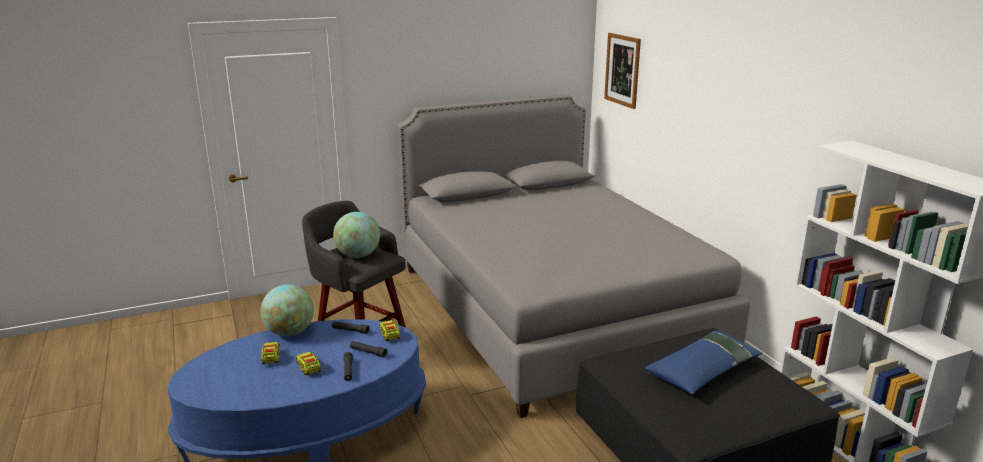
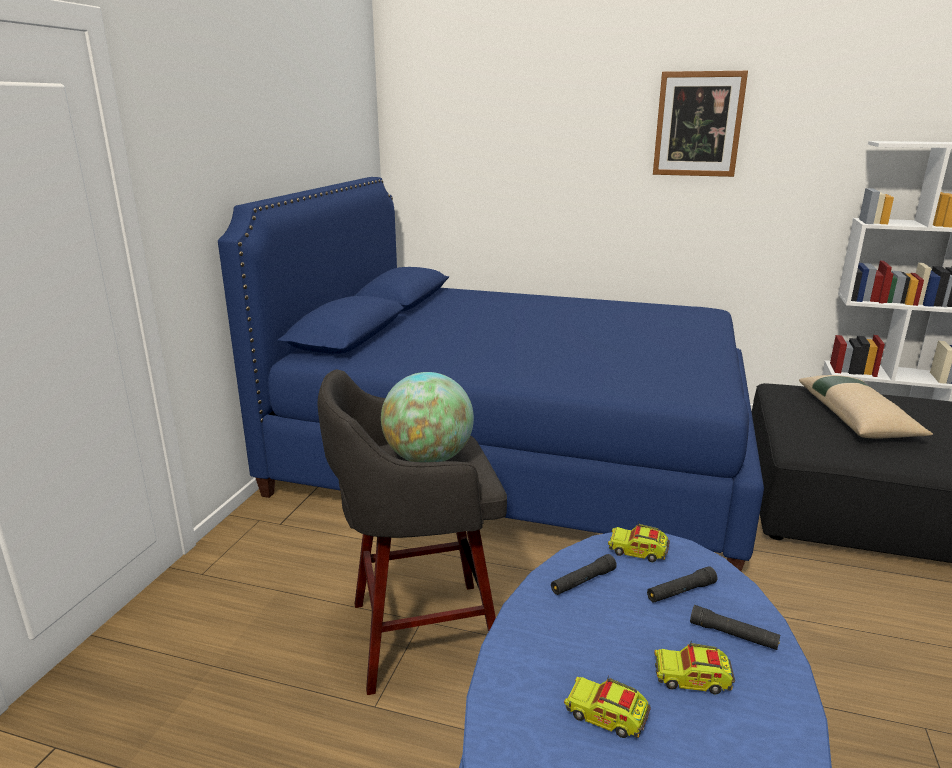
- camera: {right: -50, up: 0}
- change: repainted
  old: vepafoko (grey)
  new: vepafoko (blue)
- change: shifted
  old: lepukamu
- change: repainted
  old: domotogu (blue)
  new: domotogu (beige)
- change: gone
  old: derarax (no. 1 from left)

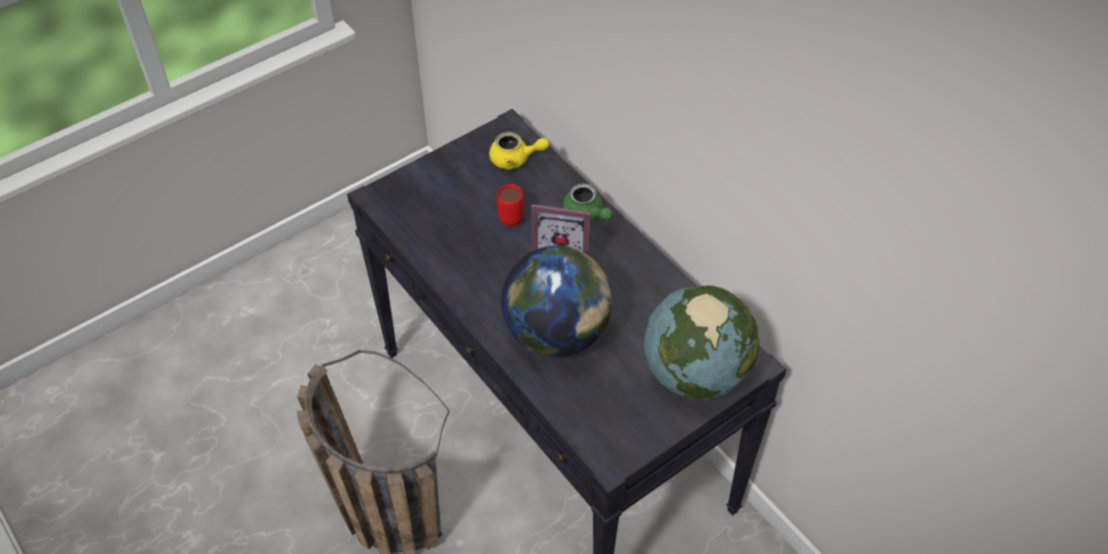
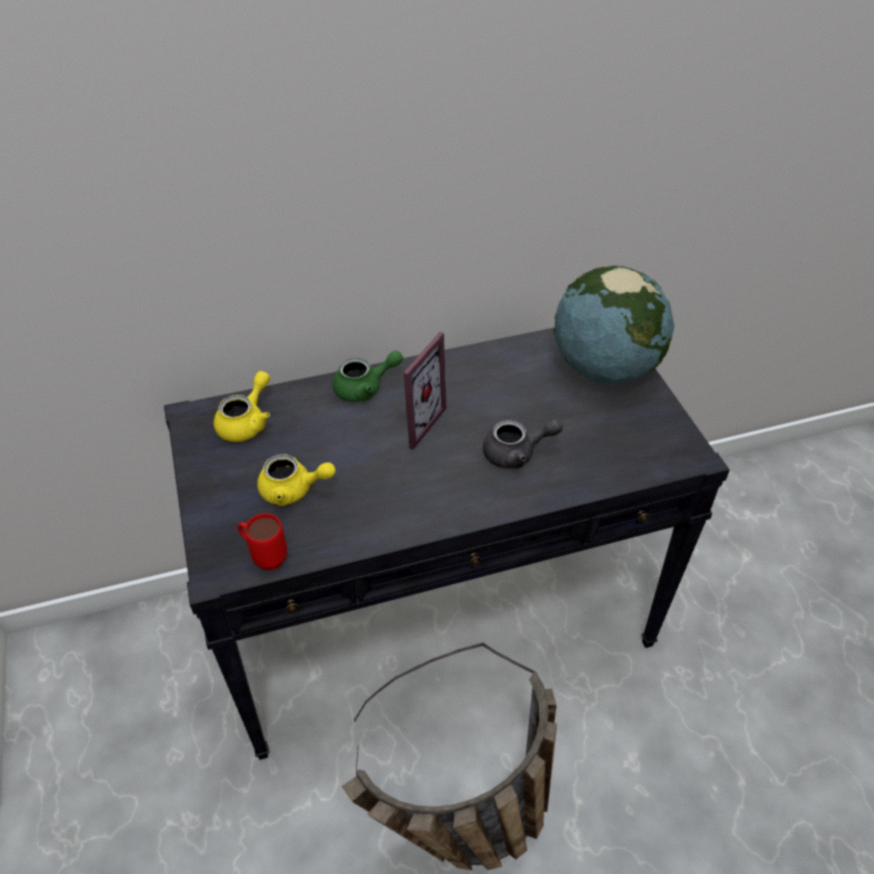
- camera: {right: -70, up: -5}
- change: shifted
  old: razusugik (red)
- change: new
  new: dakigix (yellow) (no. 2 from left)
- change: swapped
  old: derarax (no. 1 from left)
  new: dakigix (grey)

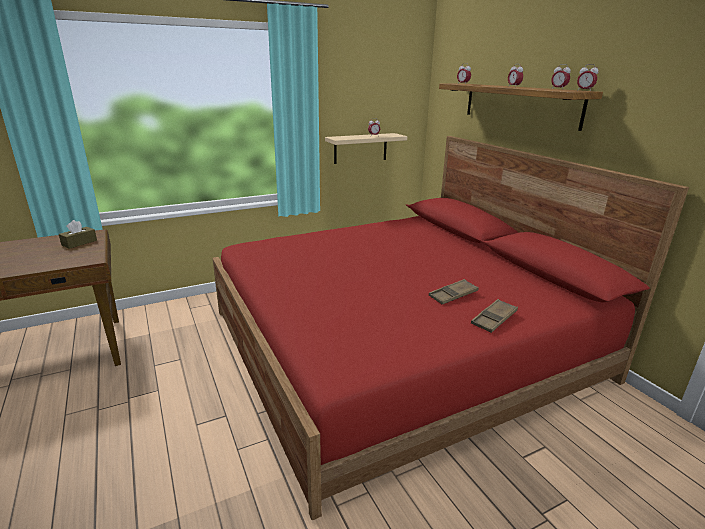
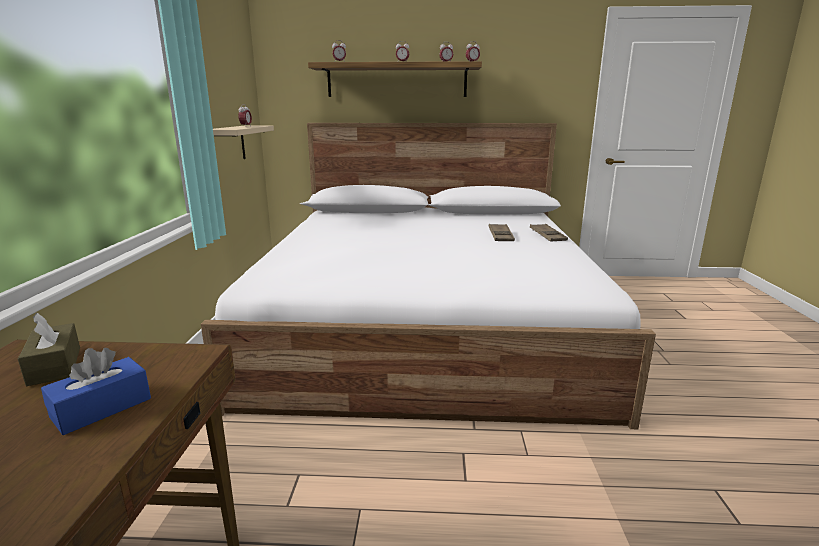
- camera: {right: -60, up: -5}
- change: new
  new: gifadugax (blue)
- change: repainted
  old: vepafoko (red)
  new: vepafoko (white)

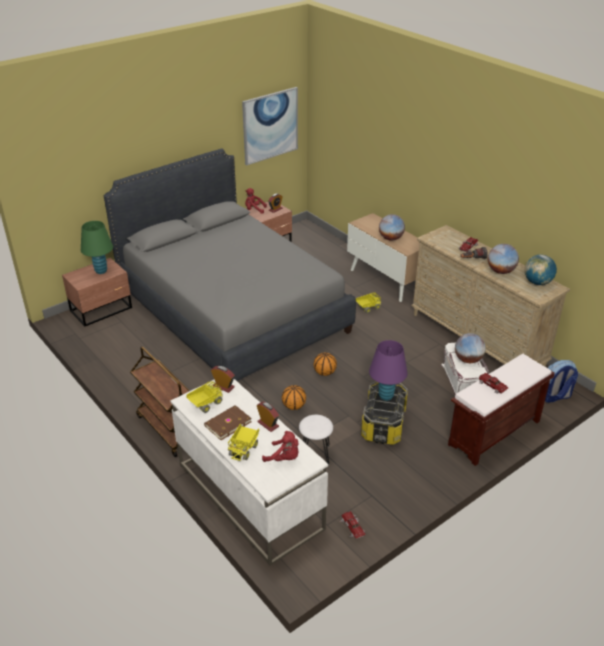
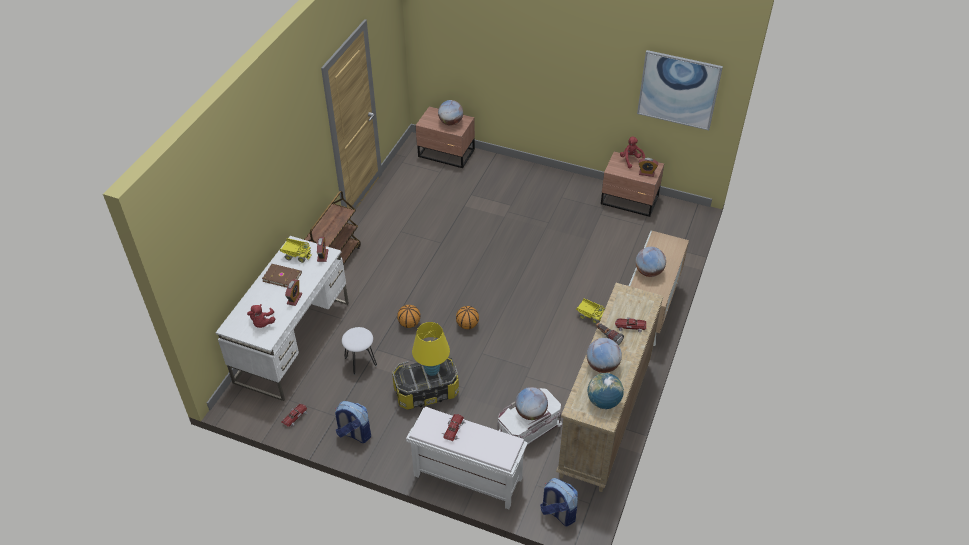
- camera: {right: 60, up: 10}
- change: new
  new: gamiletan (no. 1 from left)
- change: repainted
  old: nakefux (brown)
  new: nakefux (white)
- change: repainted
  old: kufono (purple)
  new: kufono (yellow)
- change: swapped
  old: kufono (green)
  new: derarax (no. 1 from left)
- change: gone
  old: vepafoko (grey)
- change: gone
  old: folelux (no. 2 from left)

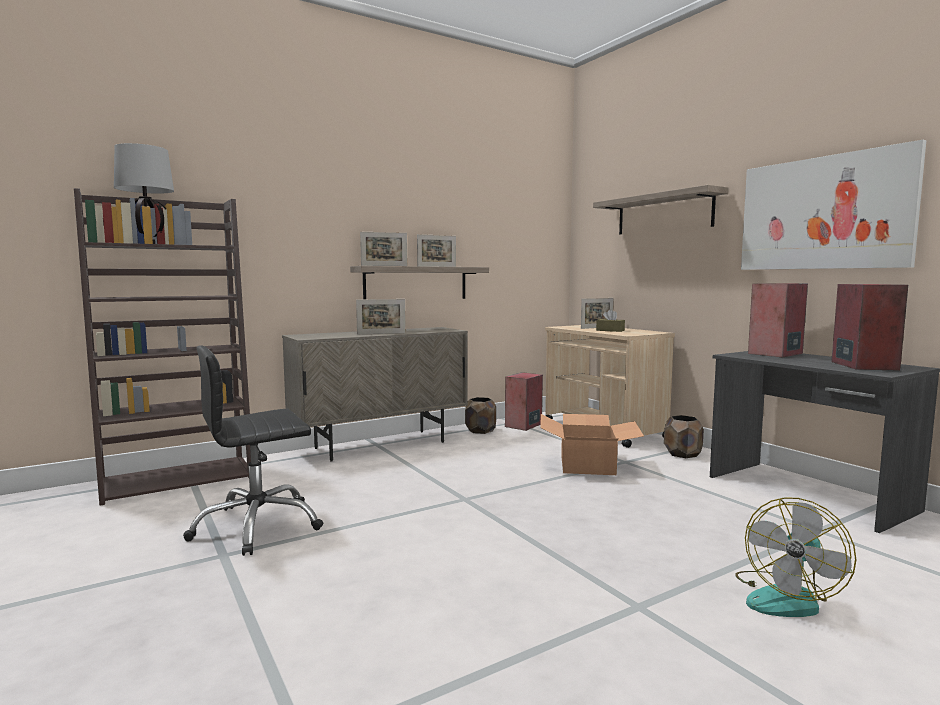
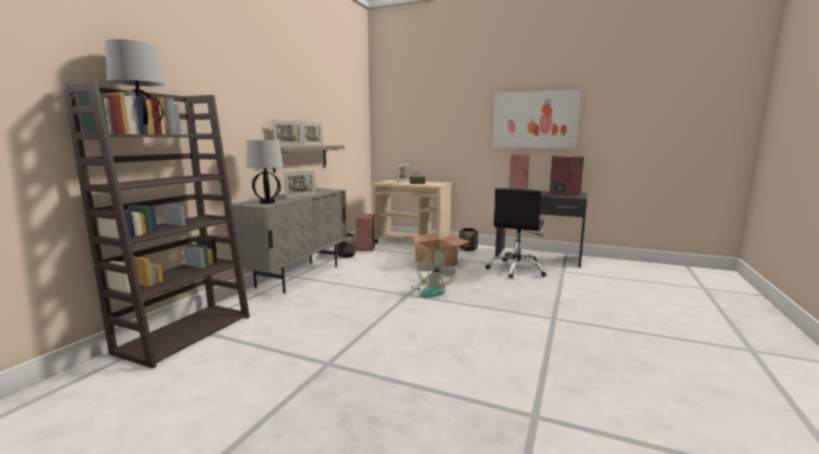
- camera: {right: -35, up: 5}
- change: new
  new: kufono (no. 2 from left)
- change: shifted
  old: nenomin
- change: shifted
  old: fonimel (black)
- change: gone
  old: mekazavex (no. 2 from left)

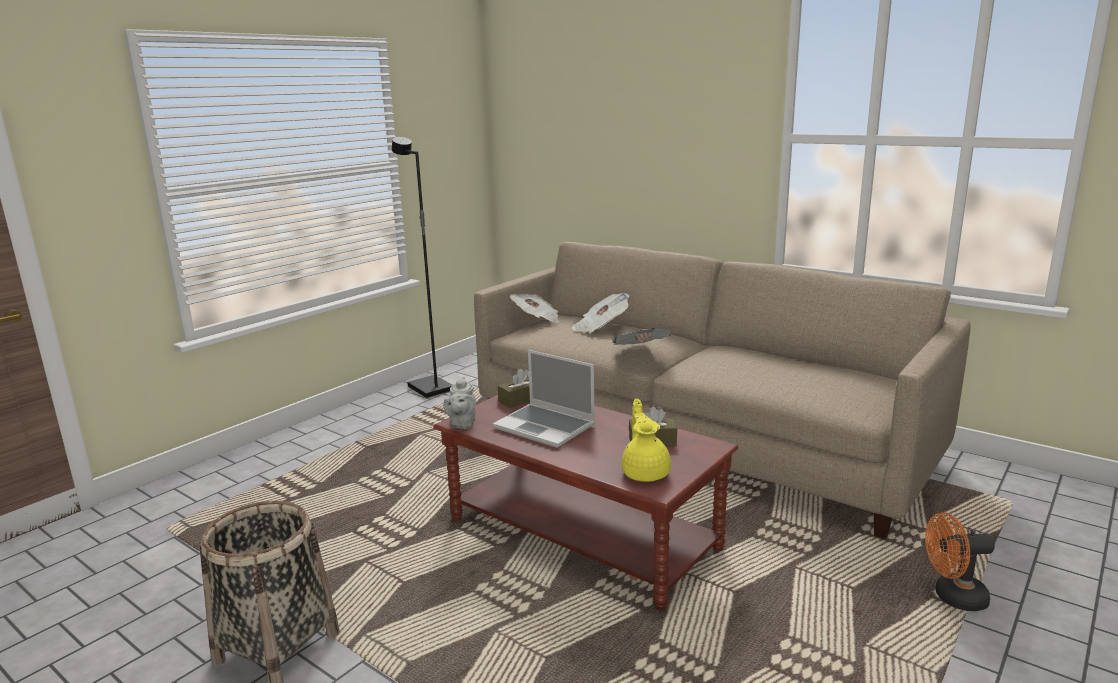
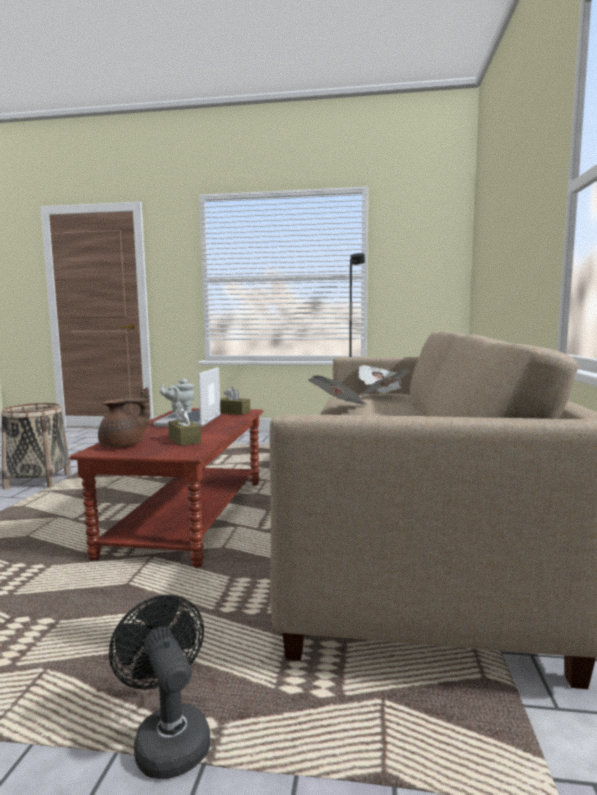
- camera: {right: 60, up: -10}
- change: repainted
  old: dakigix (yellow)
  new: dakigix (brown)
- change: repainted
  old: nenomin (orange)
  new: nenomin (black)

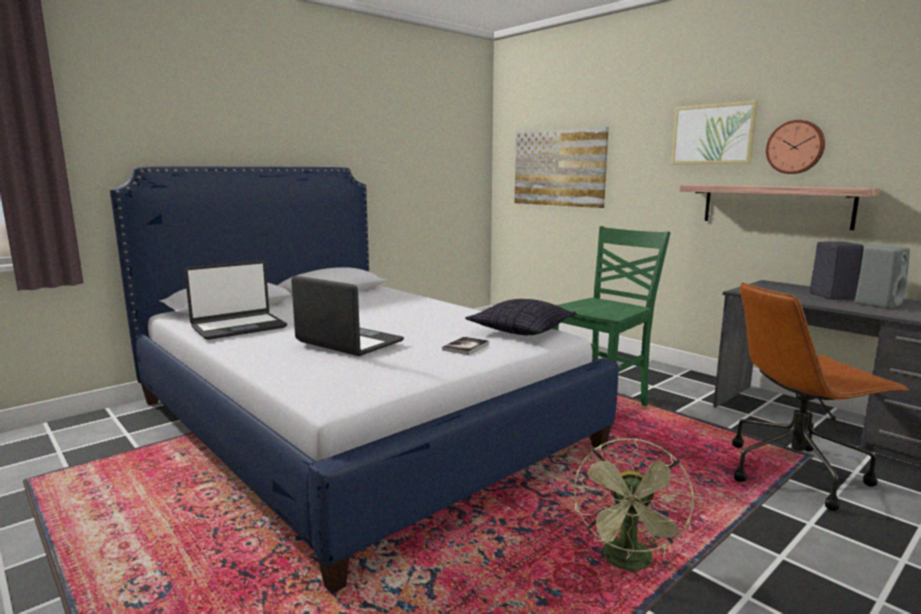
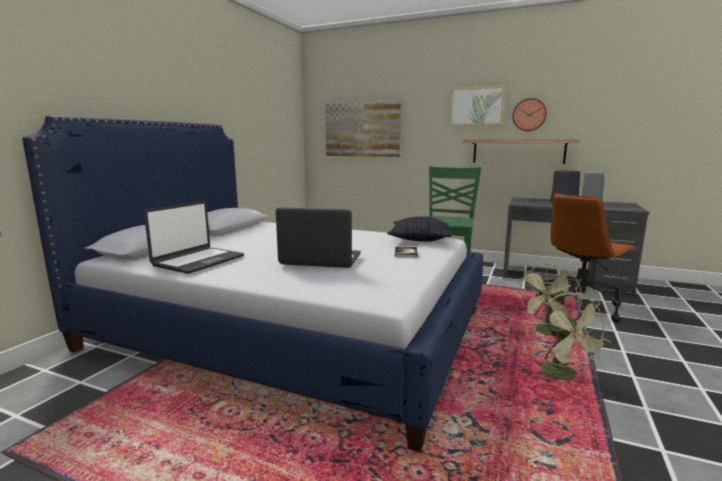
- camera: {right: -25, up: 0}
- change: new
  new: nenomin (green) (no. 1 from left)

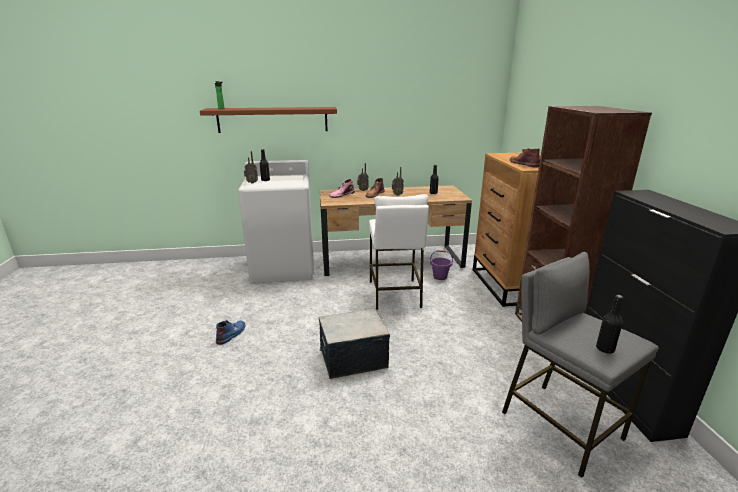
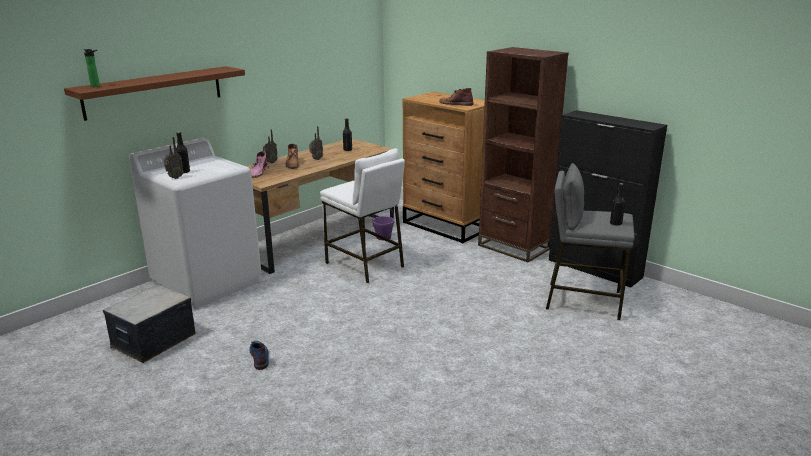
- camera: {right: -40, up: 0}
- change: shifted
  old: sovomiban

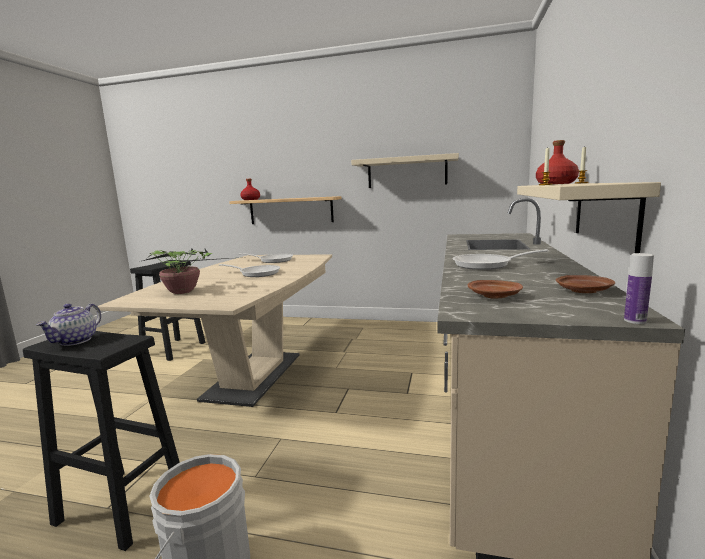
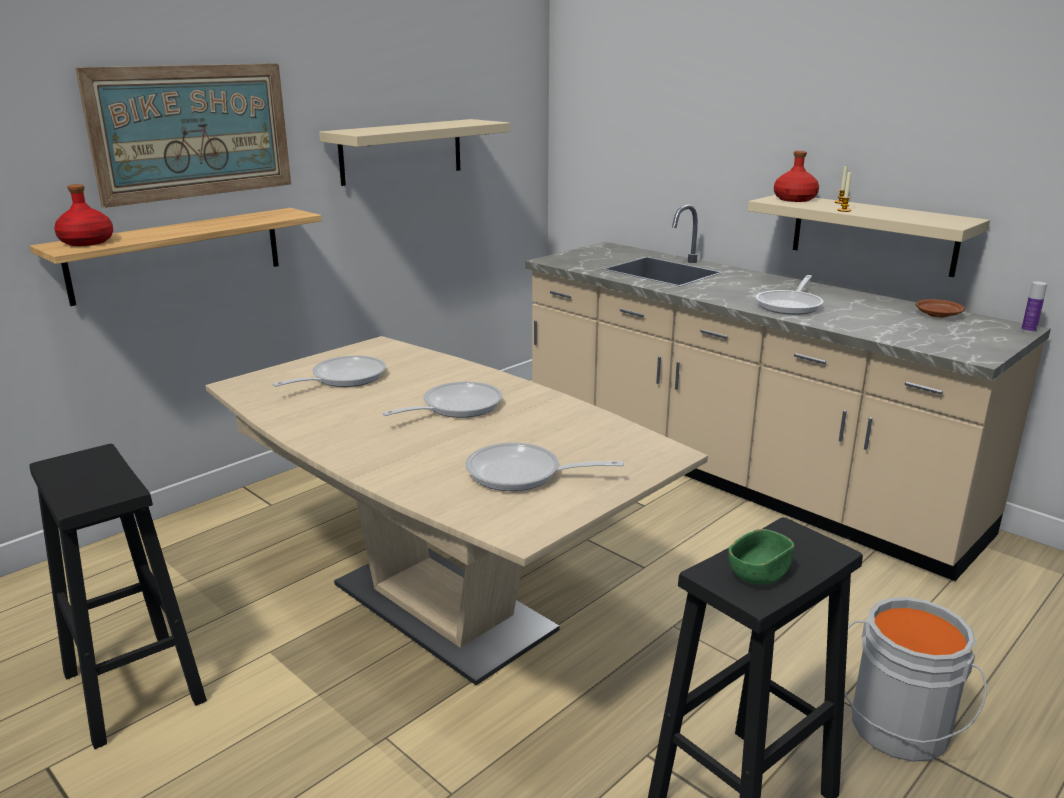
- camera: {right: -60, up: 10}
- change: new
  new: lepukamu
- change: swapped
  old: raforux
  new: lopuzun (no. 3 from left)
- change: swapped
  old: dakigix
  new: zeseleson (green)
- change: gone
  old: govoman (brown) (no. 1 from left)

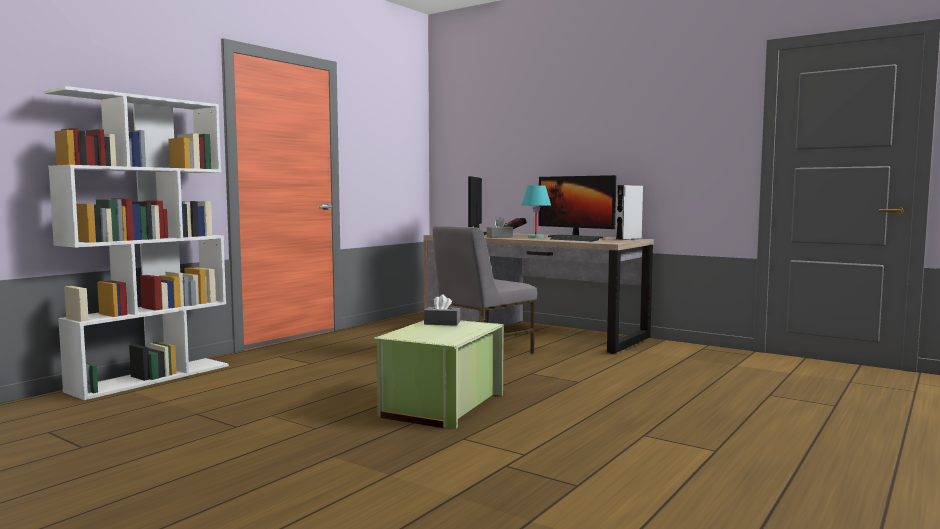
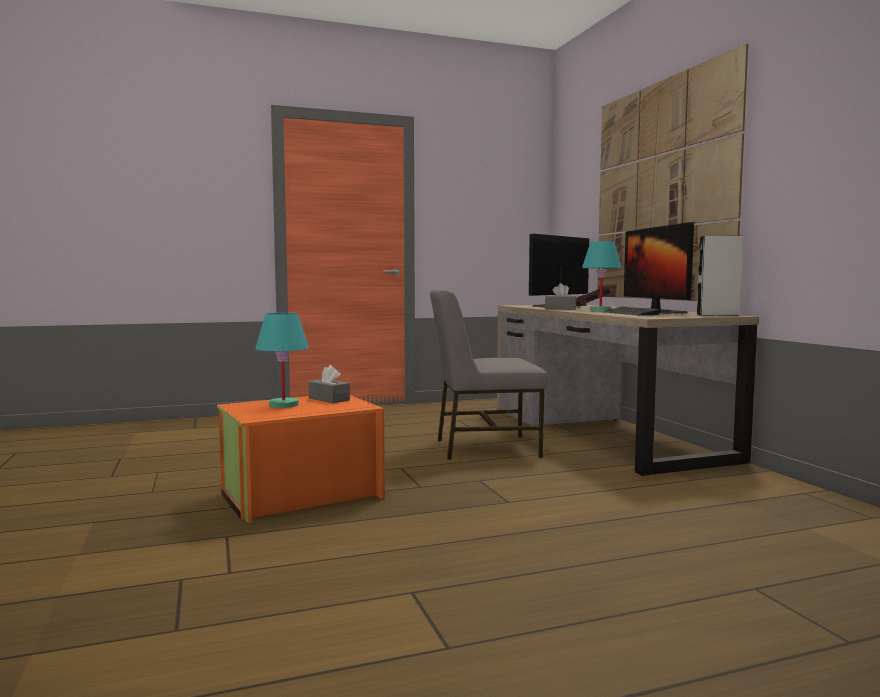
- camera: {right: 35, up: 0}
- change: repainted
  old: sovomiban (green)
  new: sovomiban (orange)
- change: new
  new: kufono (turquoise) (no. 1 from left)
- change: new
  new: lepukamu
- change: gone
  old: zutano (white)

